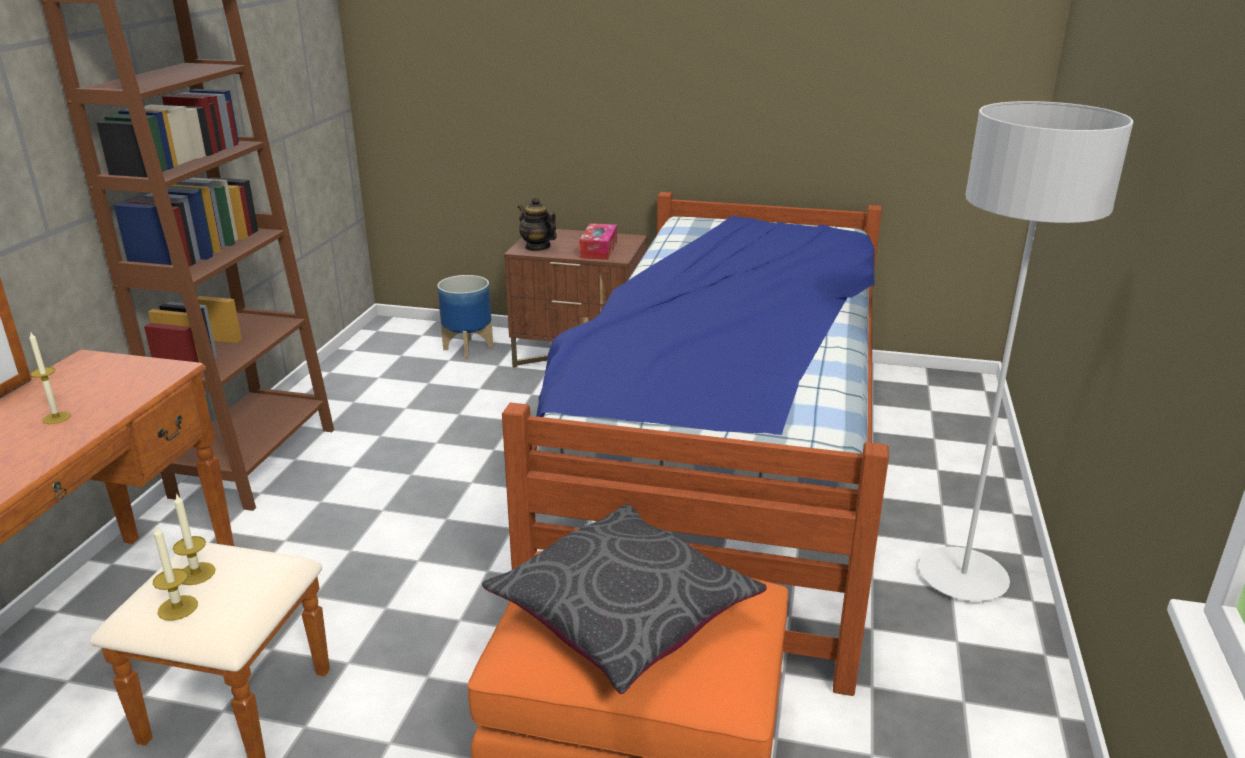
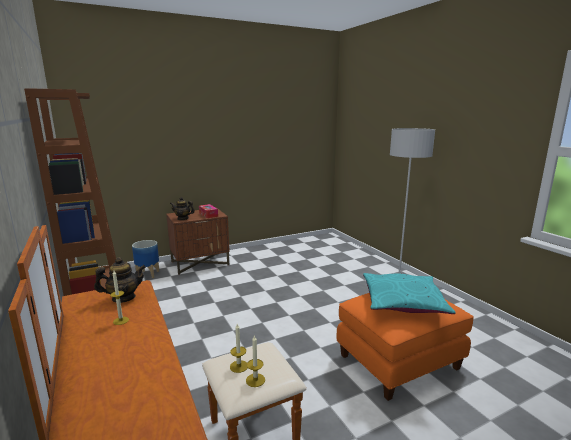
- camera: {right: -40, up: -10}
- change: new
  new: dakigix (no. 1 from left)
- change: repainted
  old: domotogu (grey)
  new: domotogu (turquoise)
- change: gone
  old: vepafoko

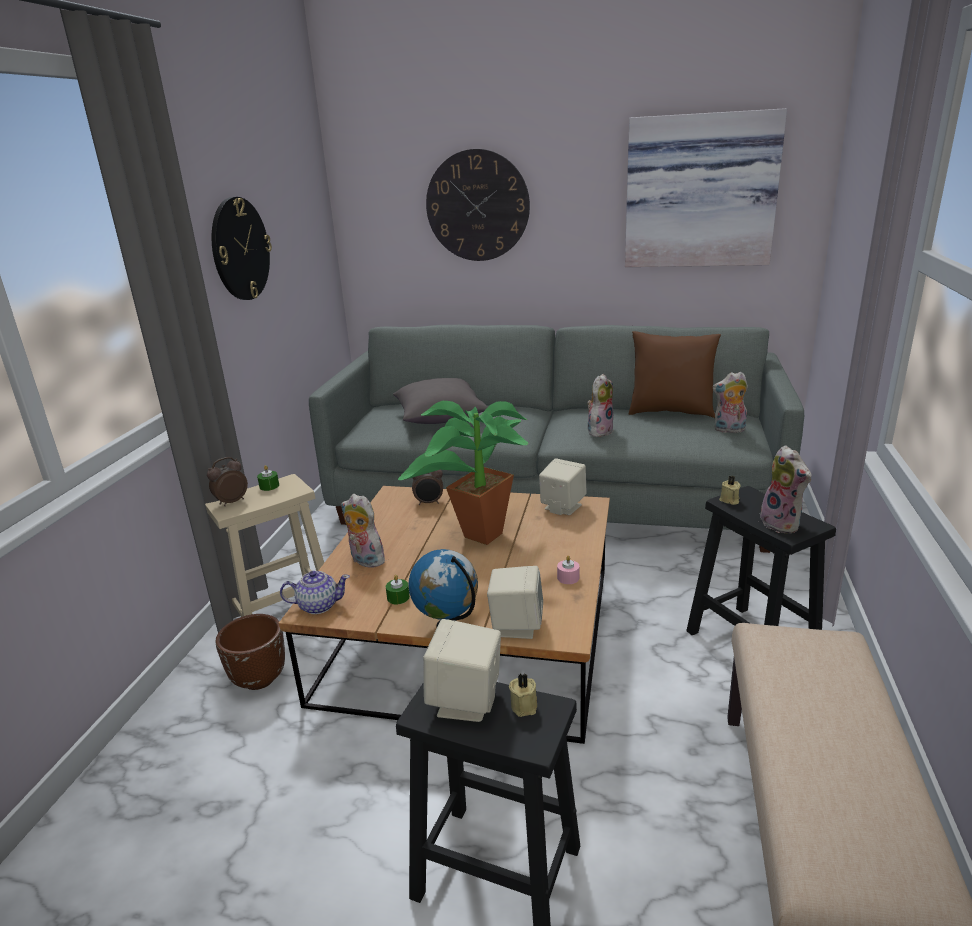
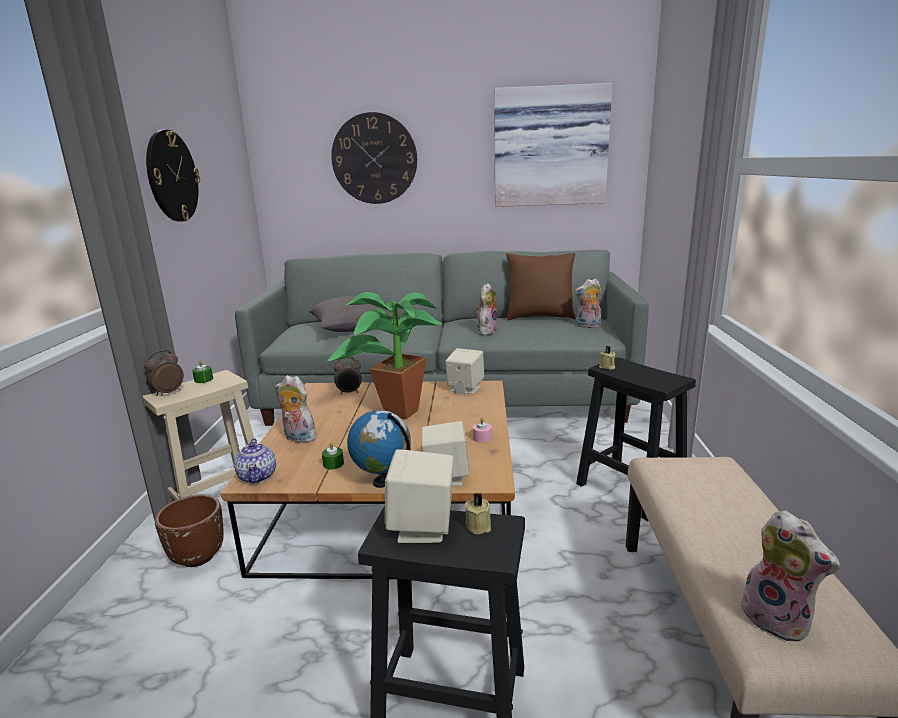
- camera: {right: -10, up: -5}
- change: rotated
  old: dakigix
  degrees: 90
- change: shifted
  old: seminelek (no. 4 from left)

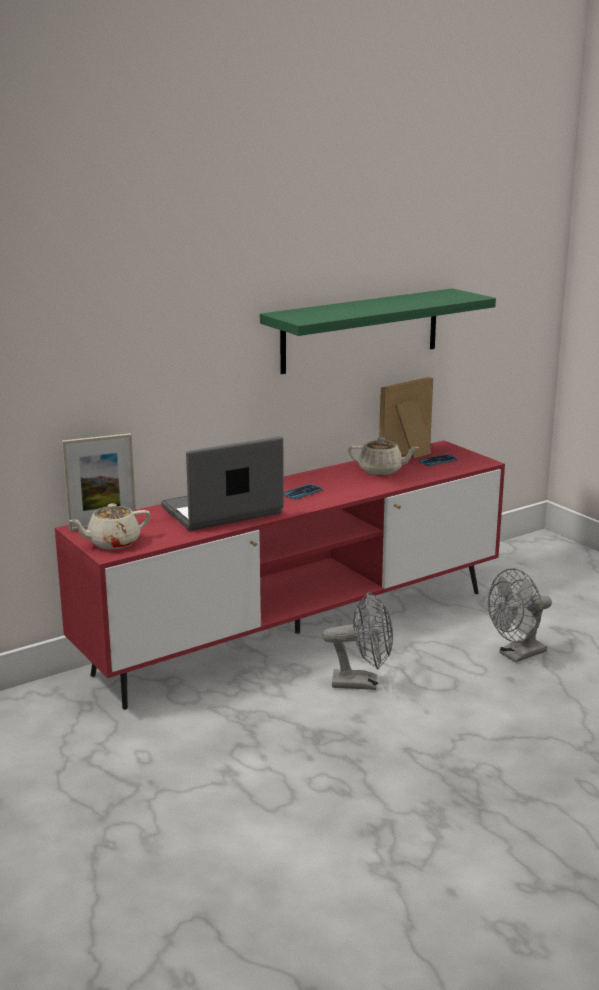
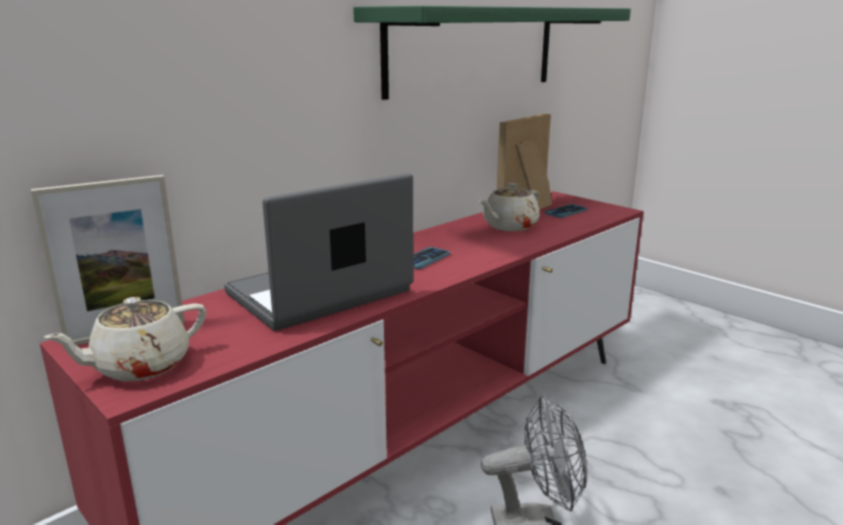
- camera: {right: -10, up: 0}
- change: rotated
  old: dakigix (beige) (no. 2 from left)
  degrees: 135
- change: gone
  old: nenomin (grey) (no. 2 from left)

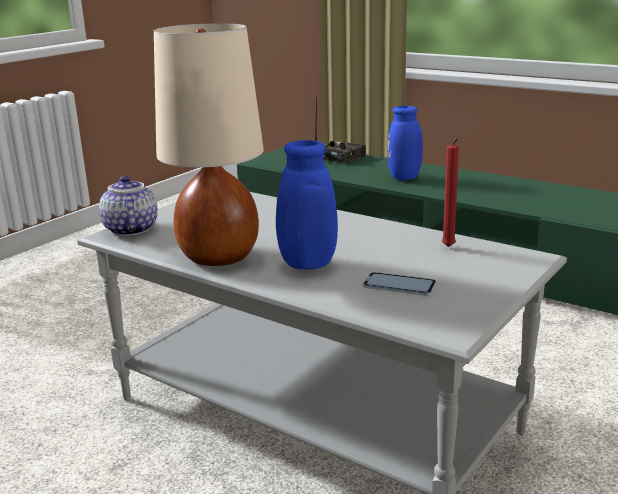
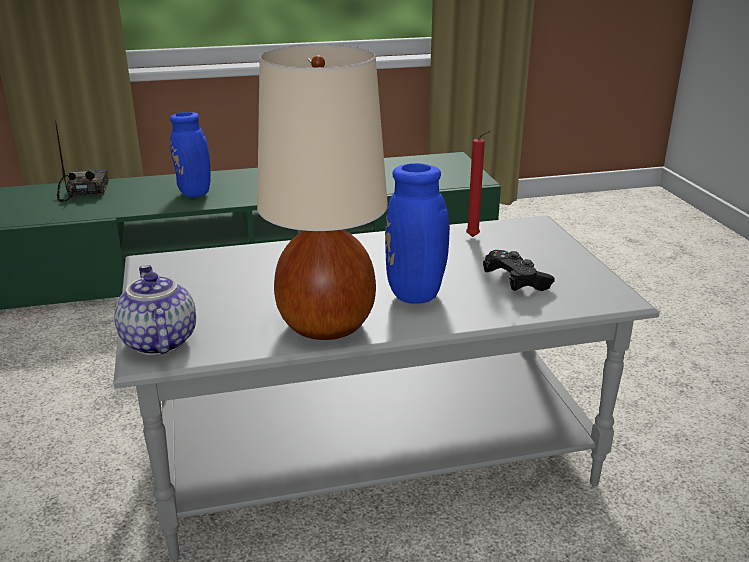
- camera: {right: -50, up: 5}
- change: rotated
  old: dakigix
  degrees: 45
- change: swapped
  old: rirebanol
  new: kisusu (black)

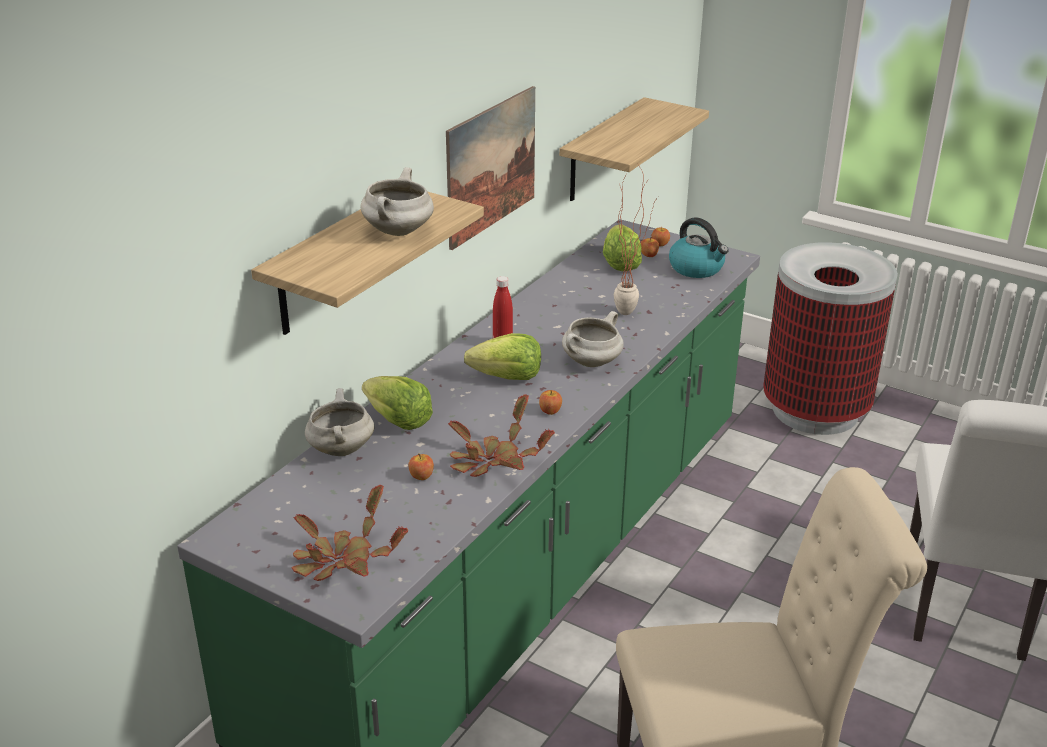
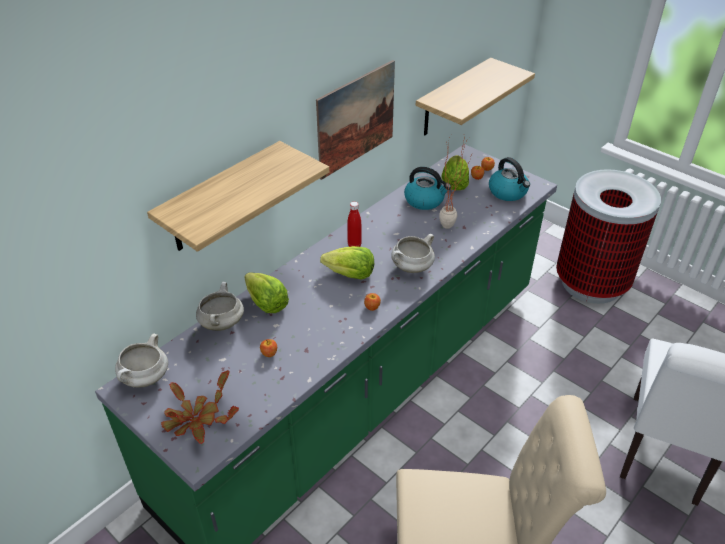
- camera: {right: 10, up: 10}
- change: shifted
  old: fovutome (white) (no. 2 from left in the first image)
  new: fovutome (white) (no. 1 from left)
- change: new
  new: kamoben (no. 1 from left)
- change: gone
  old: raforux (no. 2 from left)

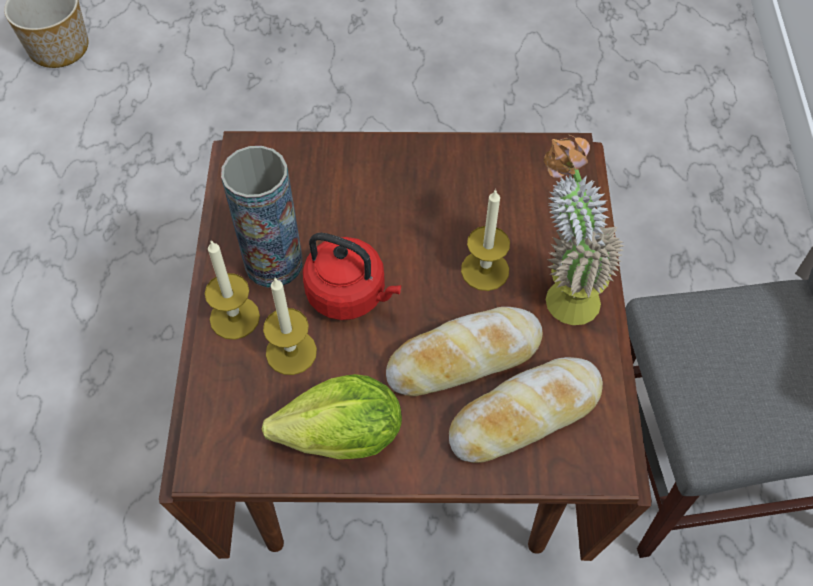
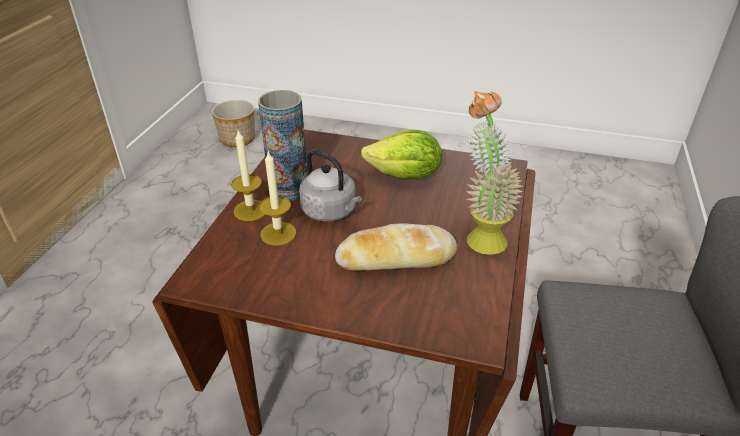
- camera: {right: 15, up: -20}
- change: repainted
  old: kamoben (red)
  new: kamoben (grey)
- change: shifted
  old: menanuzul
- change: gone
  old: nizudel (no. 2 from left)
- change: gone
  old: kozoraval (no. 3 from left)

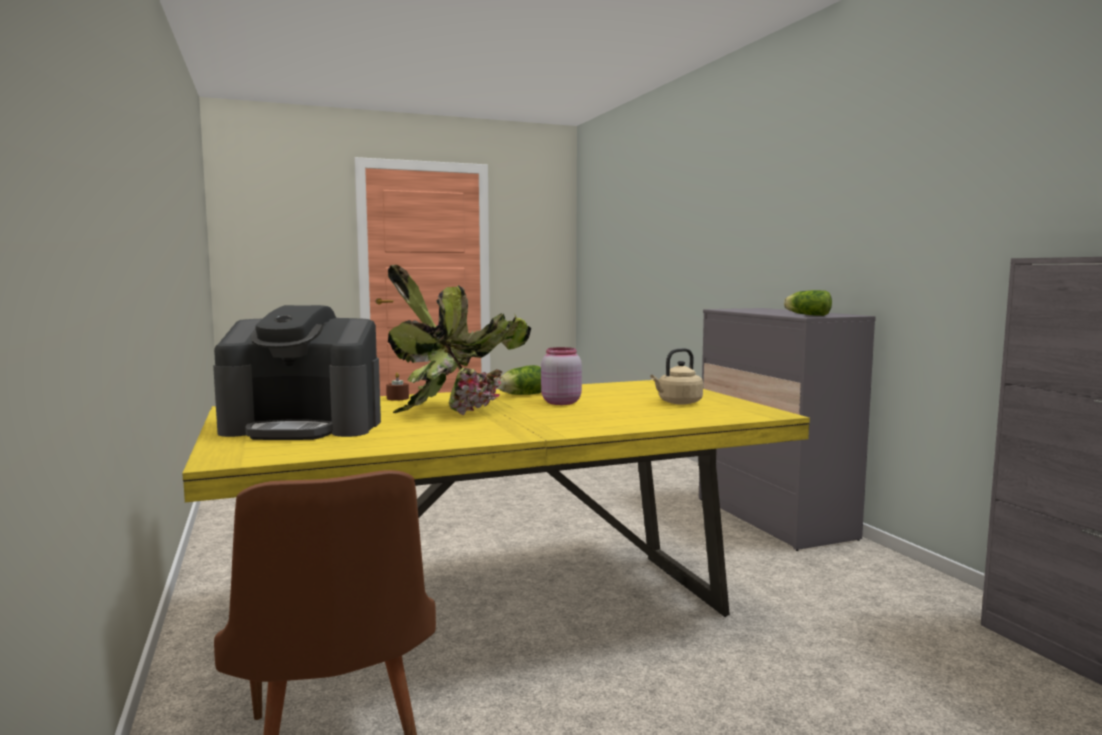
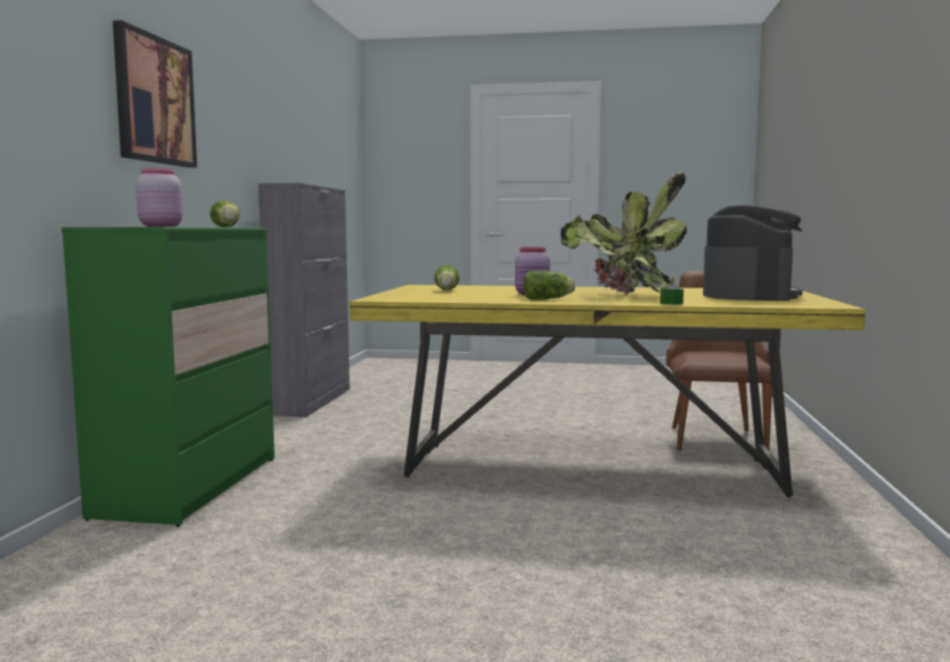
- camera: {right: -150, up: 0}
- change: repainted
  old: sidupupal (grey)
  new: sidupupal (green)
- change: new
  new: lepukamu
- change: new
  new: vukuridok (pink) (no. 1 from left)
- change: swapped
  old: kamoben (beige)
  new: menanuzul (no. 2 from left)
- change: repainted
  old: kozoraval (brown)
  new: kozoraval (green)
- change: rotated
  old: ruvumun
  degrees: 75

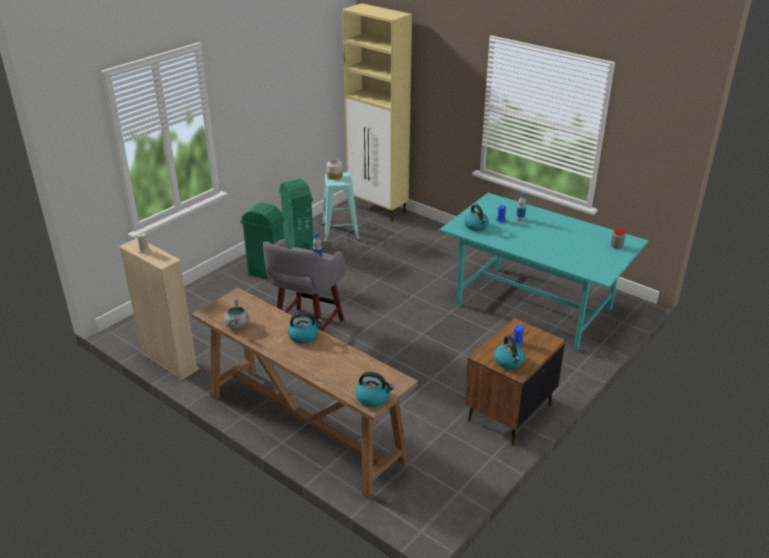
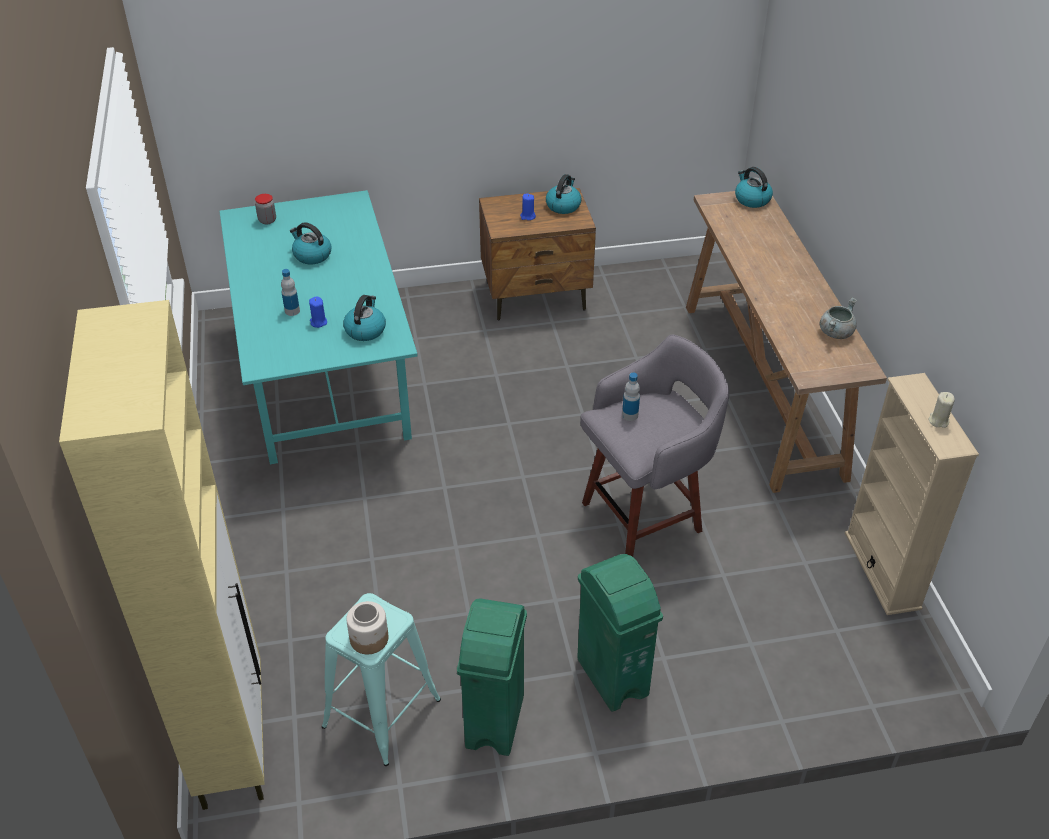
- camera: {right: -140, up: 10}
- change: shifted
  old: kamoben (no. 1 from left)

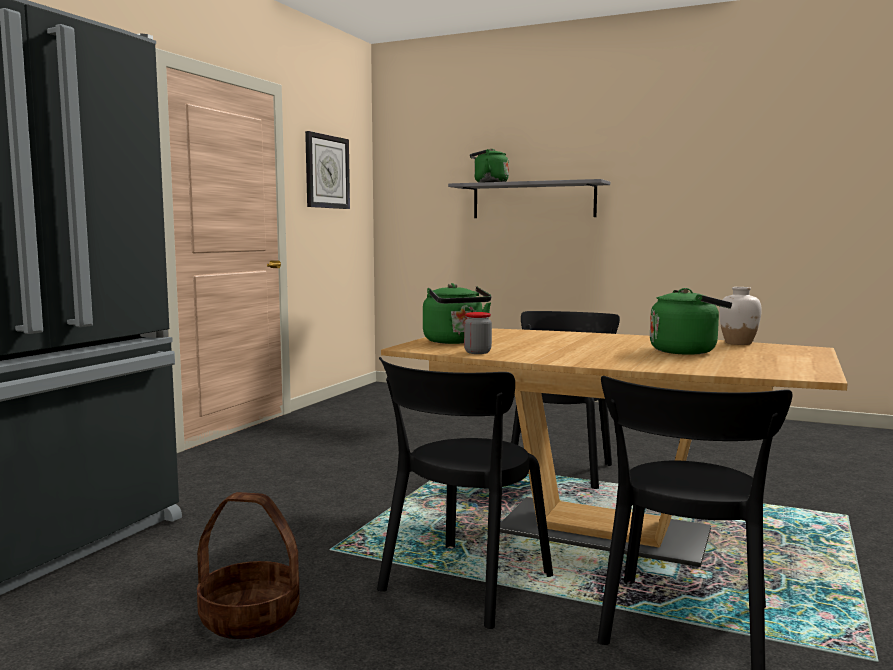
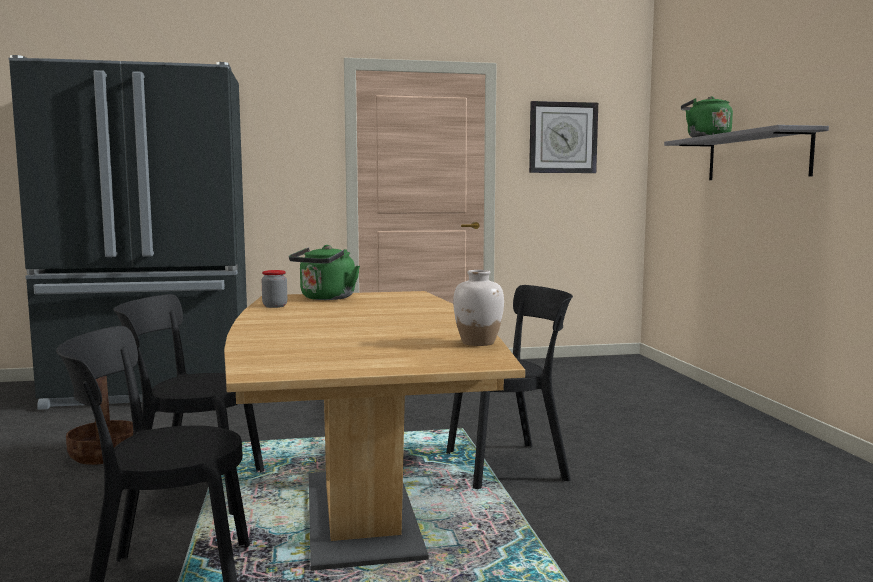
- camera: {right: 55, up: 0}
- change: gone
  old: kamoben (green) (no. 3 from left)

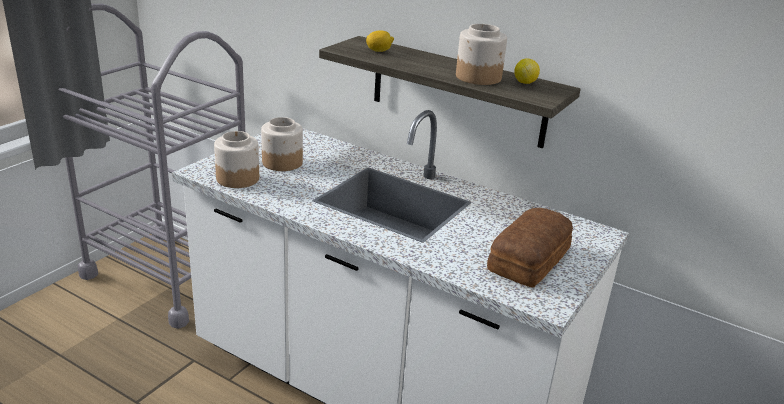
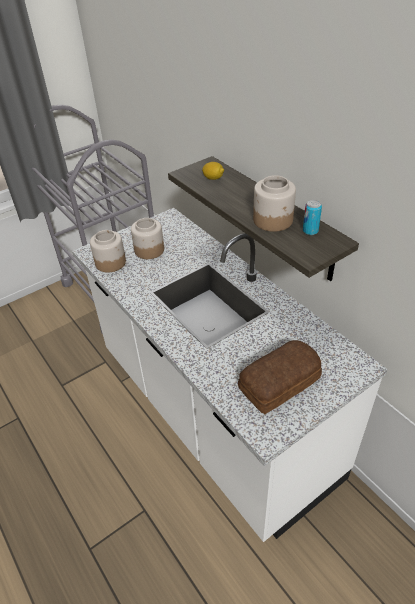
- camera: {right: 25, up: 15}
- change: swapped
  old: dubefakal (no. 2 from left)
  new: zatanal

